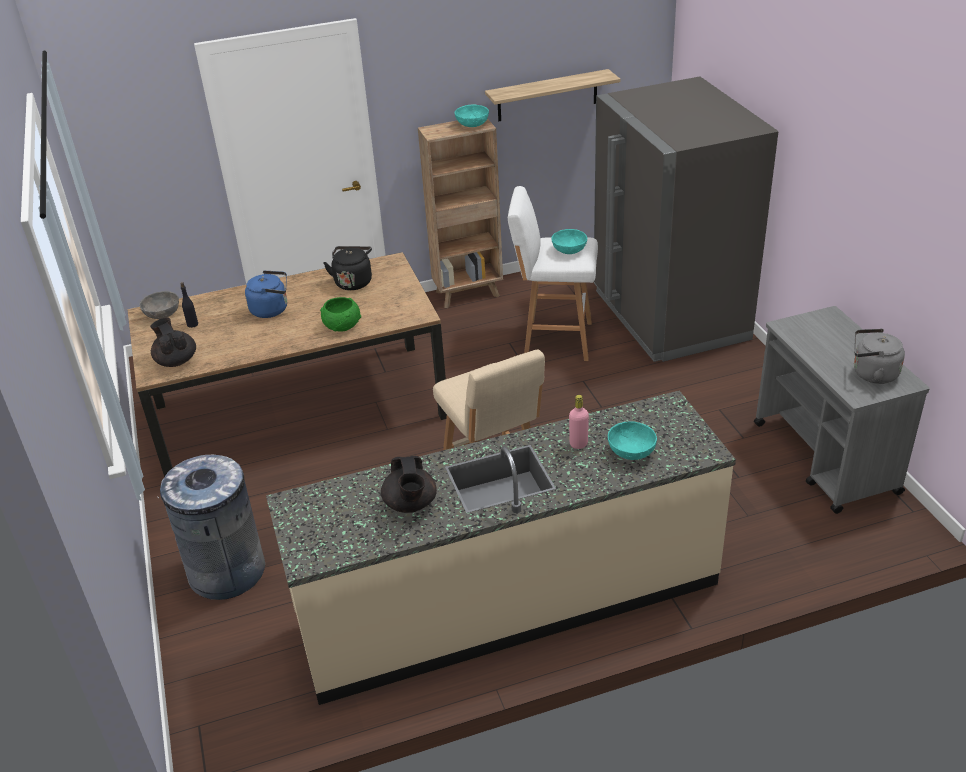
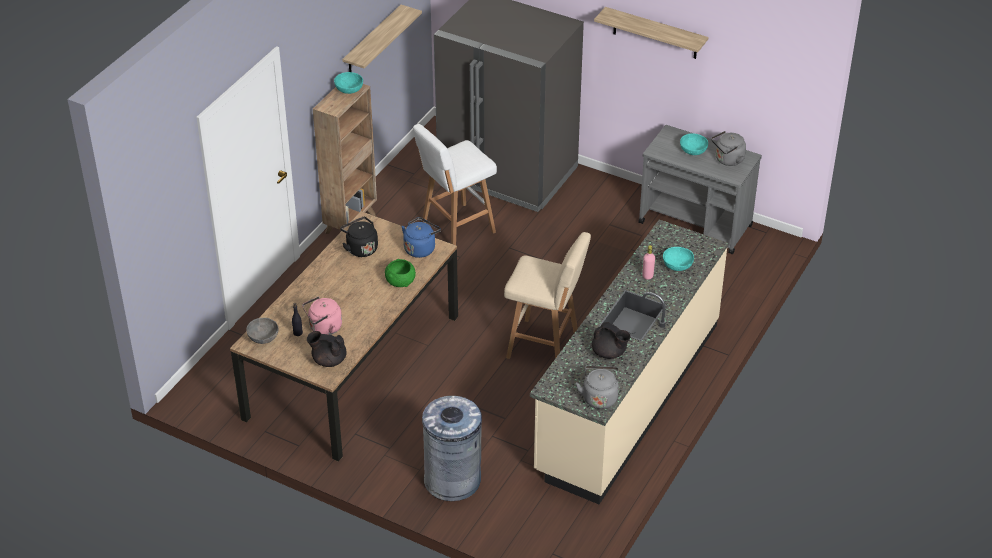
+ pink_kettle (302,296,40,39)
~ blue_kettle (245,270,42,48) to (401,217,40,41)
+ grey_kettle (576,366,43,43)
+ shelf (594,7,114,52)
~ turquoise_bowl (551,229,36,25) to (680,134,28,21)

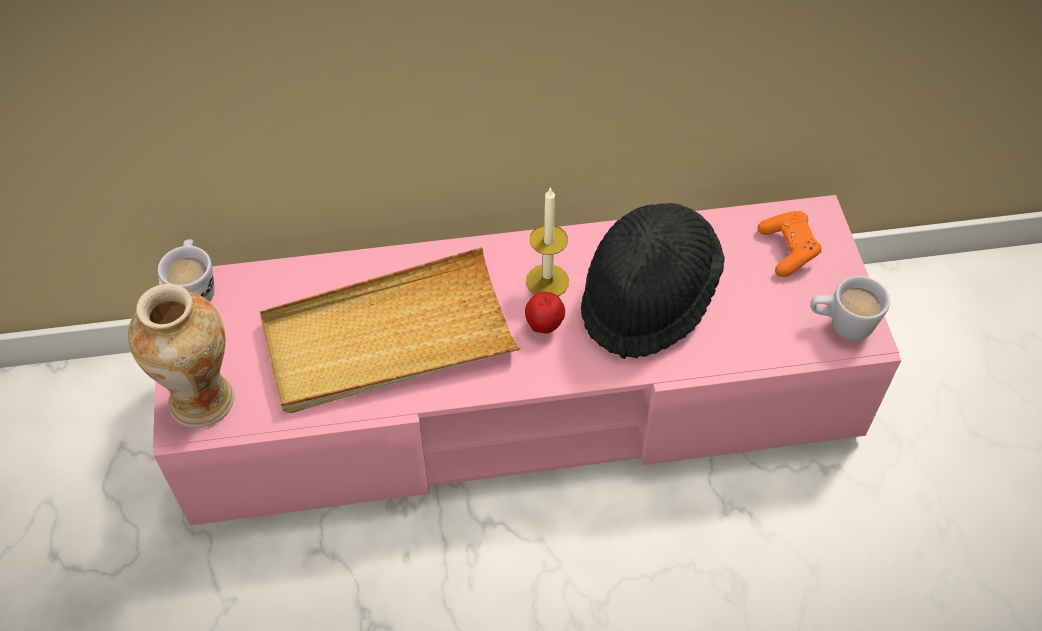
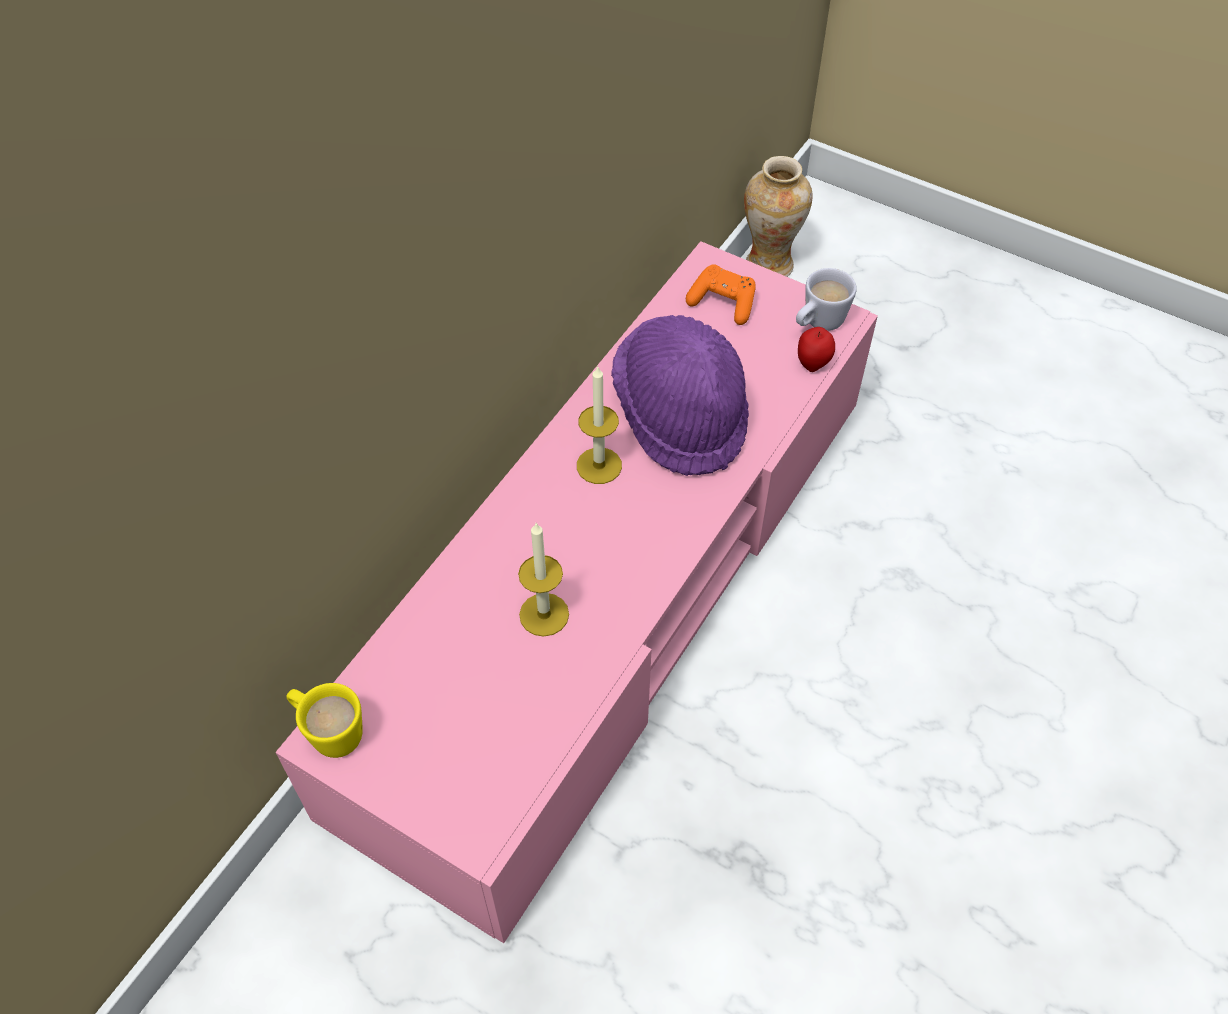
~ white_mug (158,239,56,63) to yellow_mug (286,683,77,75)
~ beige_tray (260,247,260,166) to candle (518,523,51,114)
~ black_hat (581,203,144,156) to purple_hat (611,315,138,161)
~ vase (128,283,106,145) to (744,156,69,121)
~ apple (525,292,40,42) to (798,327,37,45)

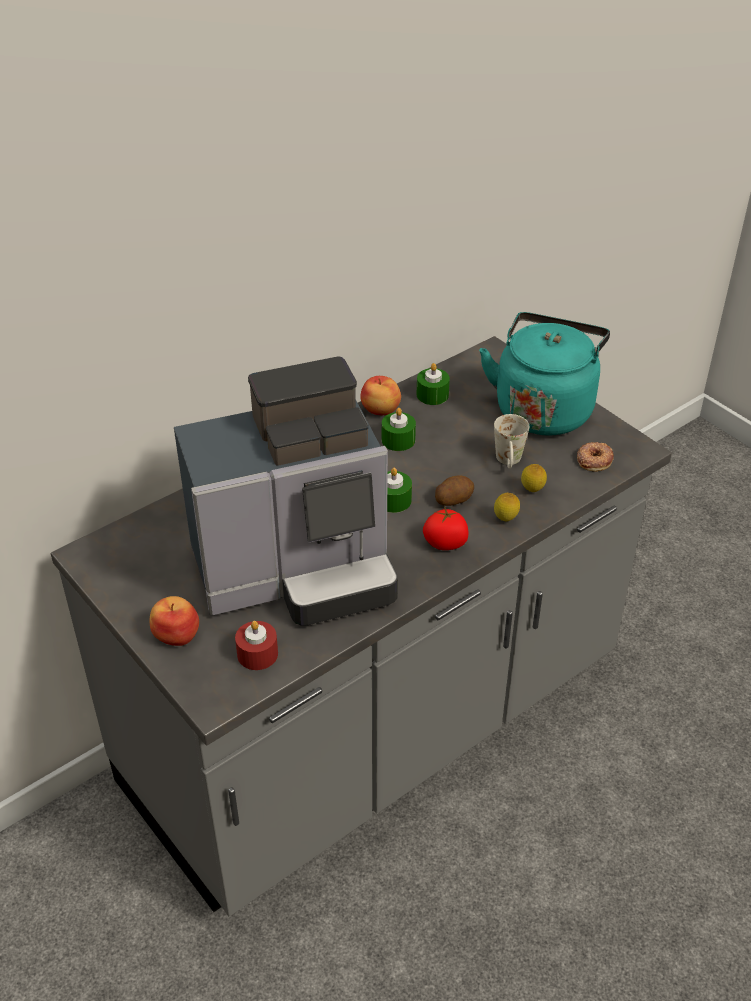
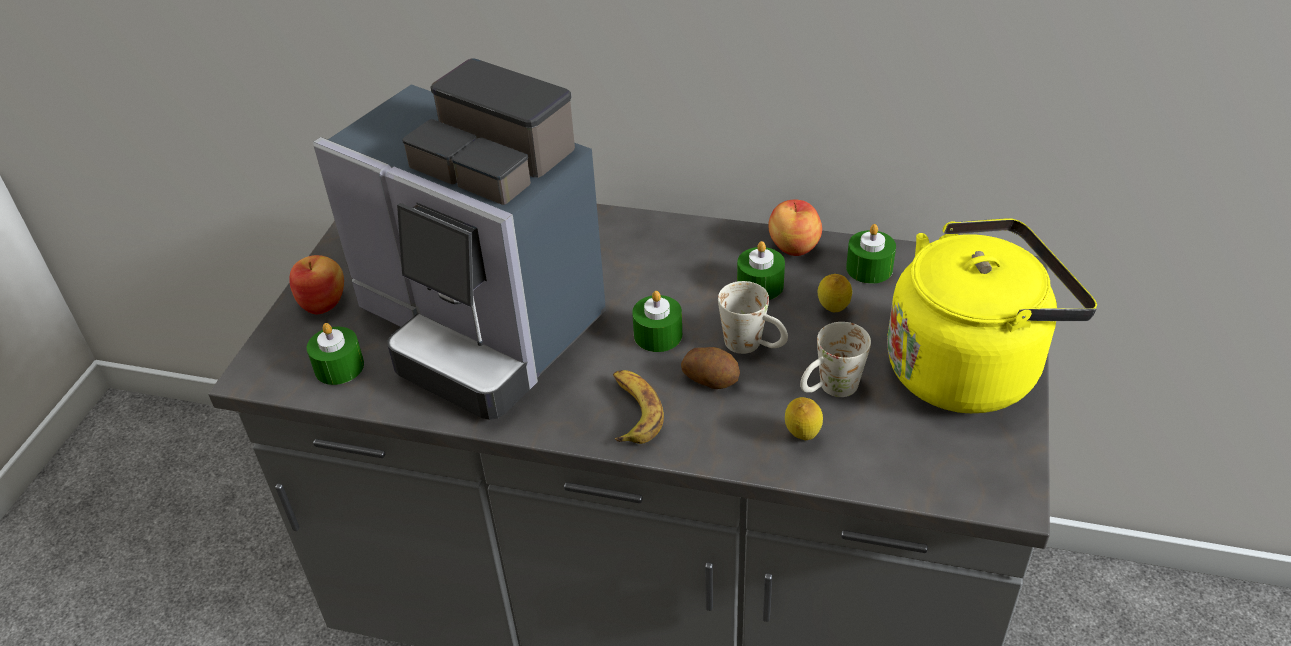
~ red_candle (235,621,43,49) to green_candle (307,323,57,62)
~ tomato (423,507,45,43) to banana (613,370,51,74)
+ white_mug (718,281,70,73)
~ lemon (494,493,26,28) to (818,274,34,38)
~ turquoise_kettle (479,312,131,124) to yellow_kettle (887,218,210,195)
- donut (577,442,37,30)

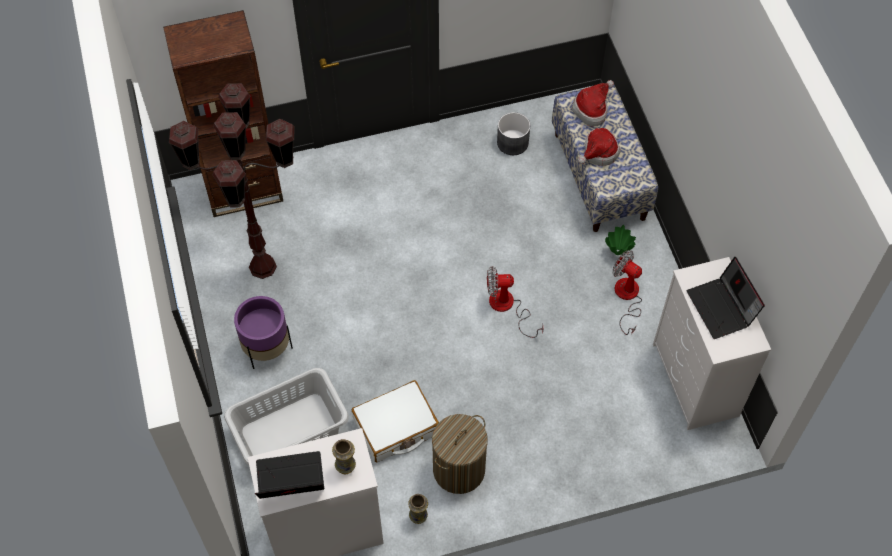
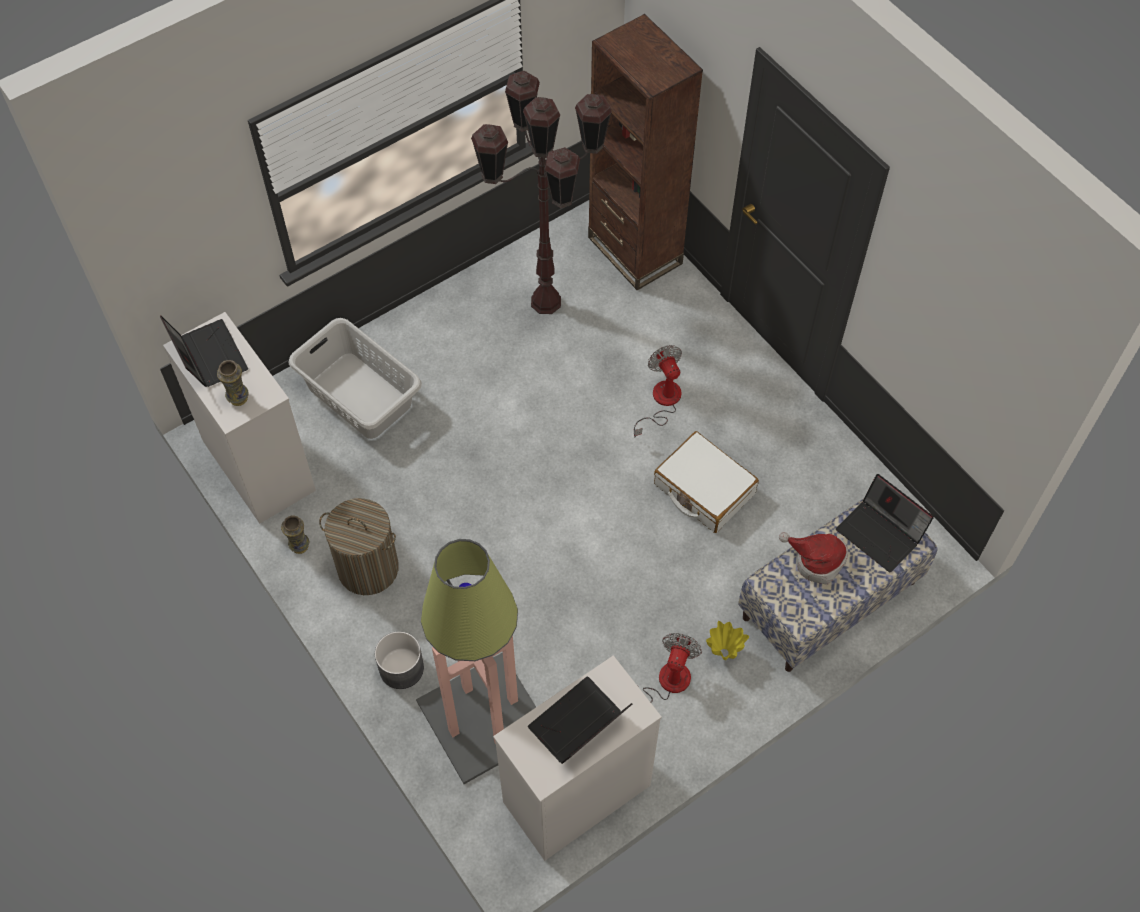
~ grey_planter (497,112,33,43) to (375,631,49,58)
+ floor_lamp (416,539,120,245)
~ fan (487,266,56,72) to (634,345,48,92)
~ white_suitcase (351,380,88,82) to (654,431,105,102)
~ green_vase (605,225,31,30) to yellow_vase (706,621,43,39)
~ hat (572,80,42,46) to laptop (836,474,98,98)
- purple_planter (234,296,59,73)

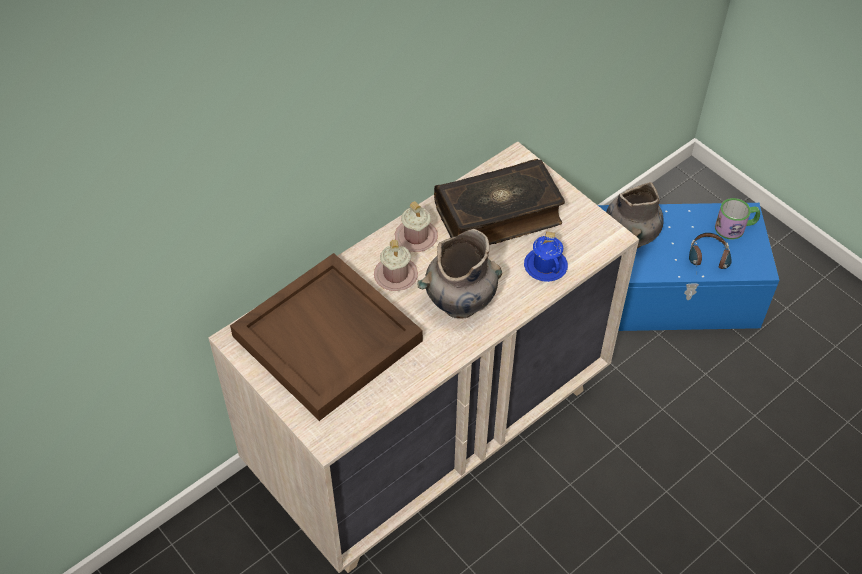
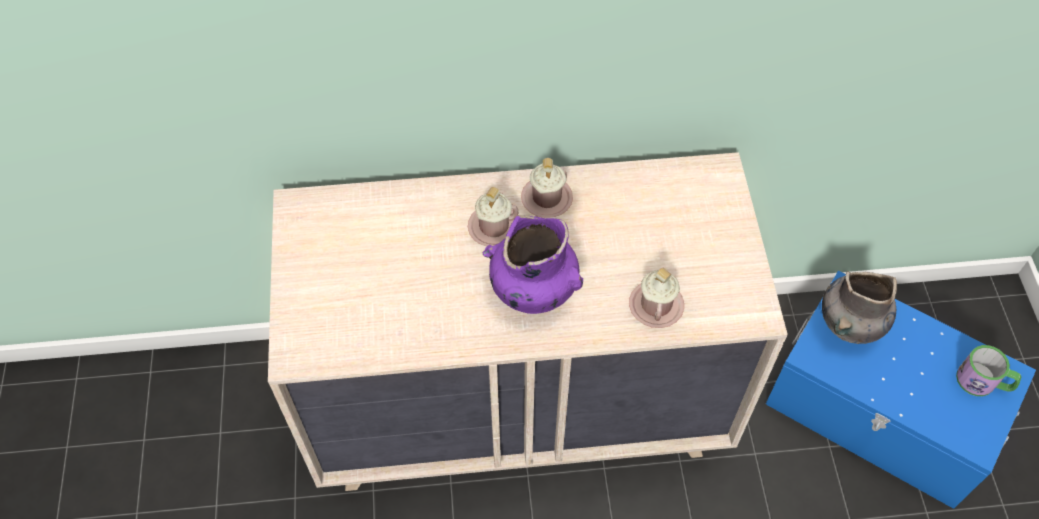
~ grey_vase (417,229,85,89) to purple_vase (483,215,100,99)
~ blue_mug (524,231,44,51) to pink_mug (629,268,55,60)
- brown_tray (230,253,193,168)
- book (434,159,131,86)
- headphones (689,233,42,36)

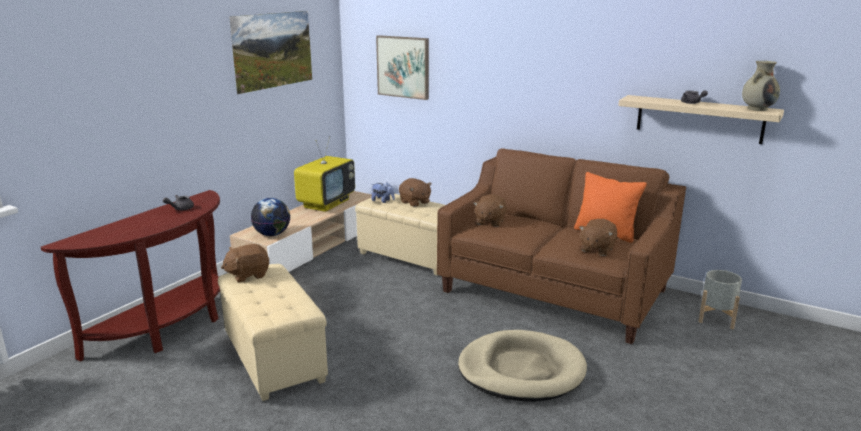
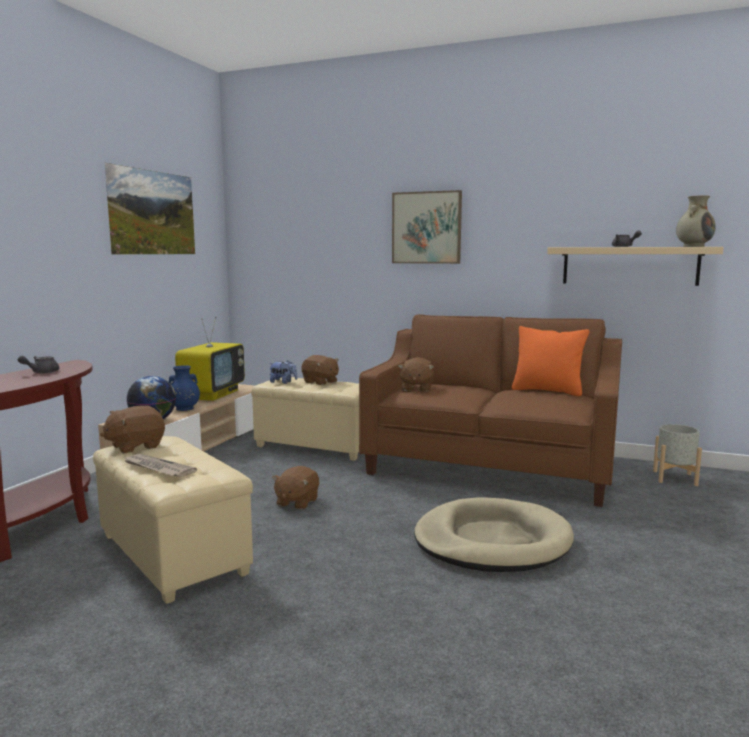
+ newspaper (123,454,74,23)
+ blue_vase (169,365,31,46)
~ brown_plush_toy (579,219,38,37) to (272,466,47,44)
~ picture (376,35,53,65) to (392,190,70,74)

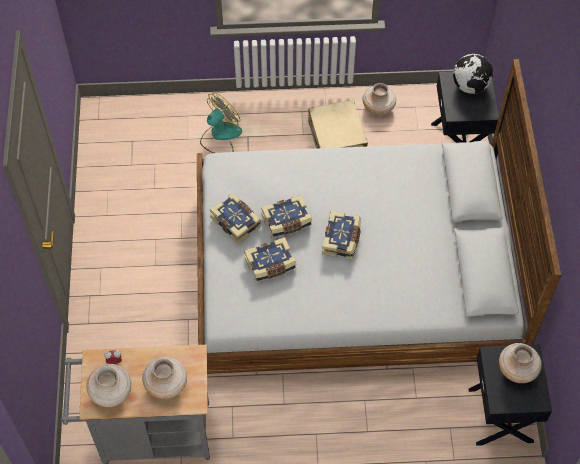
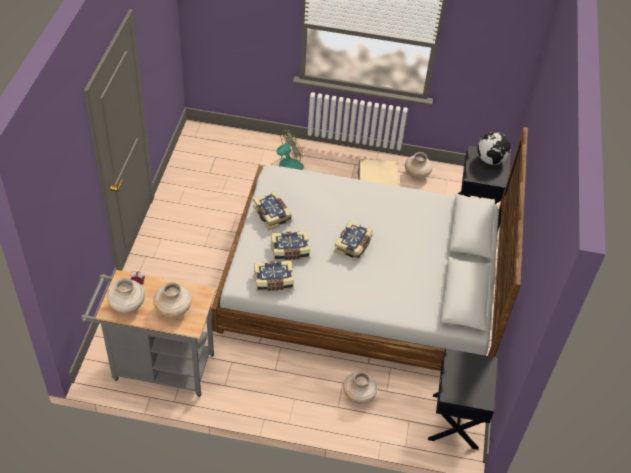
~ book (261,195,51,43) to (254,261,40,30)
~ beige_vase (499,343,43,40) to (343,372,34,32)

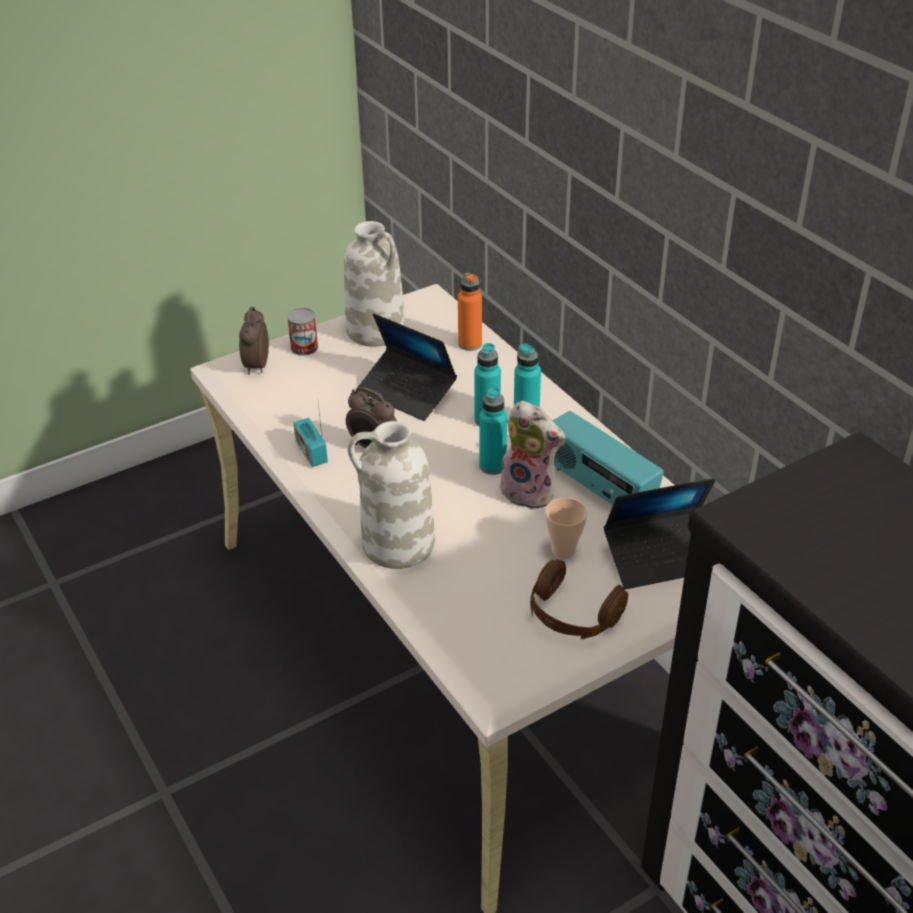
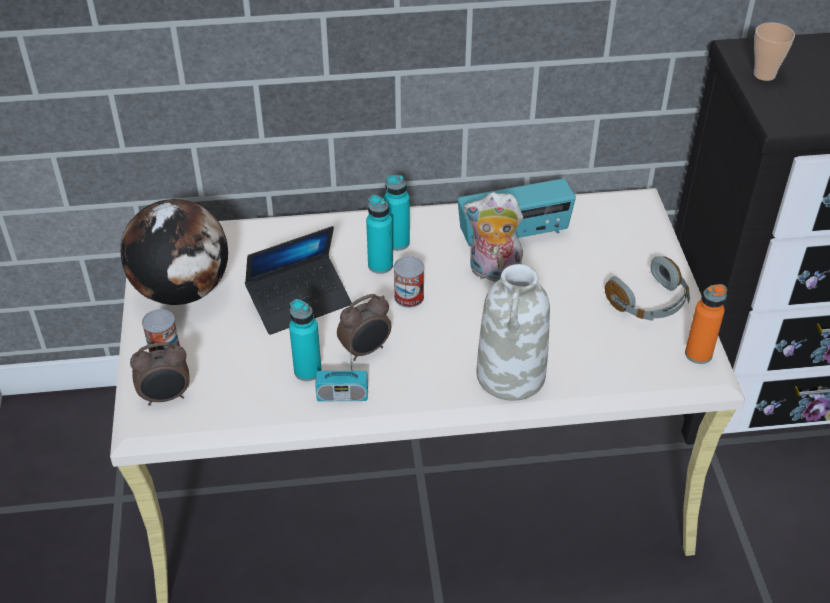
~ white_vase (344,221,61,126) to globe (120,199,108,106)
~ alarm_clock (239,307,30,68) = (130,342,60,64) 45 degrees counterclockwise
~ turquoise_bottle (479,387,28,88) to (289,299,33,82)
+ can (394,256,30,52)
~ plush_toy (500,400,65,110) = (463,192,60,90) 135 degrees counterclockwise
~ brown_headphones (530,560,98,79) to grey_headphones (605,256,85,65)
~ orange_bottle (458,272,24,79) to (685,284,42,80)
~ cup (545,498,42,61) to (754,22,41,59)
- laptop (604,478,112,111)

